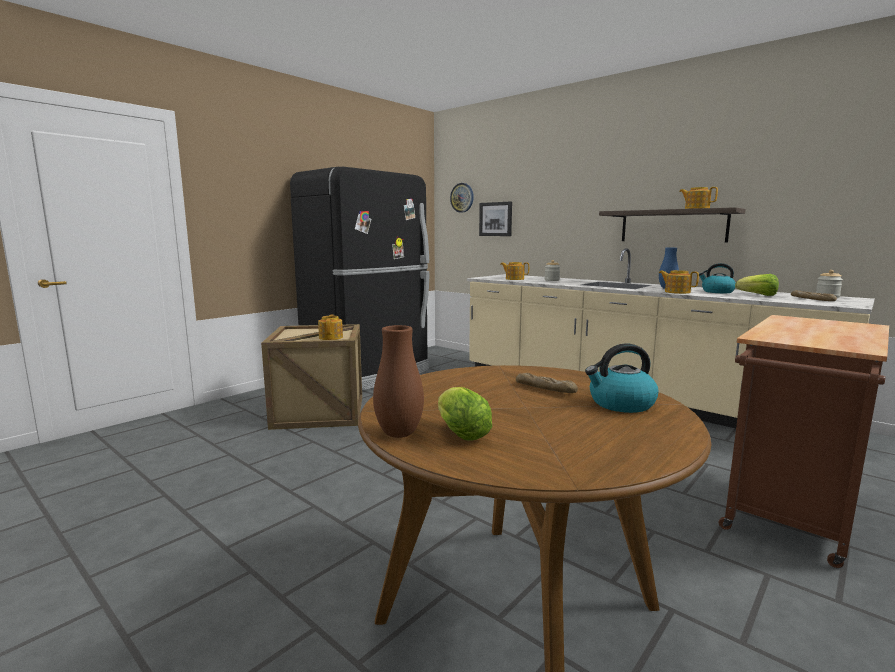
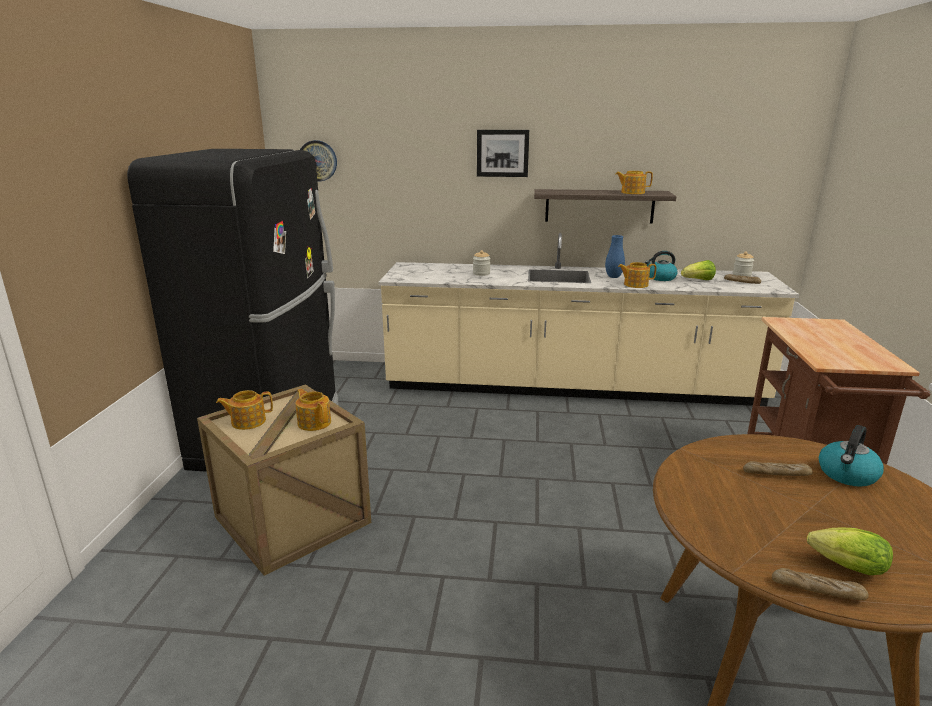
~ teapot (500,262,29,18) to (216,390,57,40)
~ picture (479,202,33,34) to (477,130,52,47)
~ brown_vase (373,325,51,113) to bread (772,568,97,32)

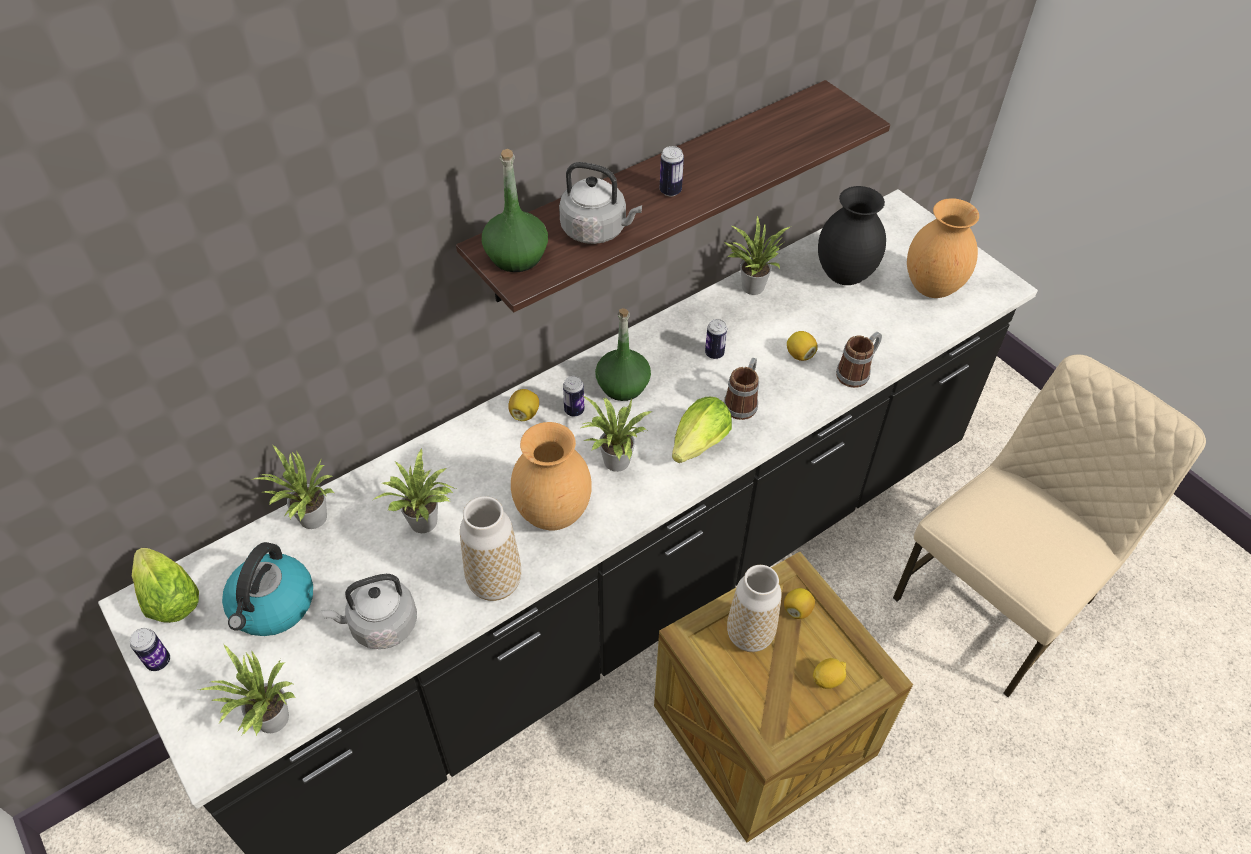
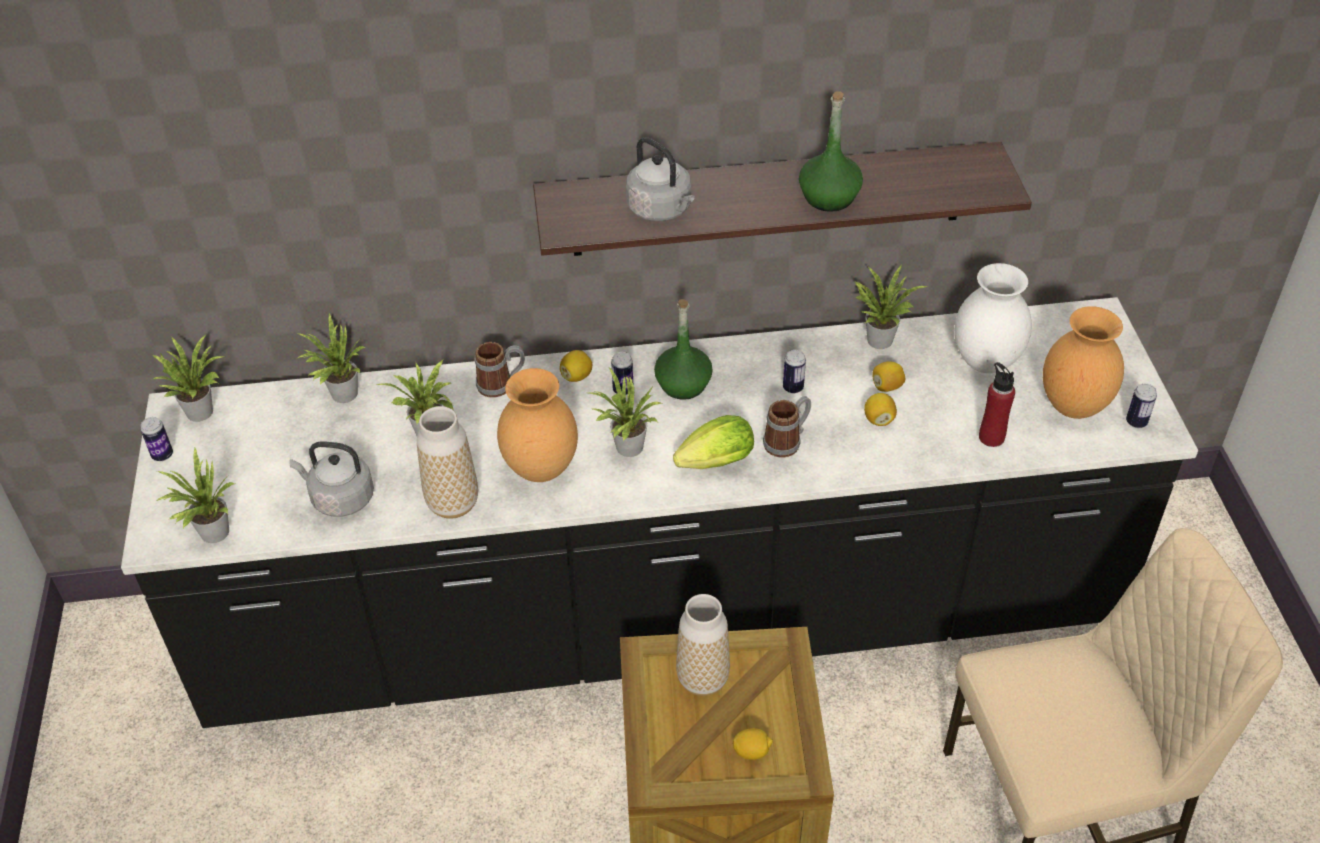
~ lettuce (132,548,67,75) to potted_plant (151,335,75,87)
~ mug (836,332,46,56) to (475,342,50,56)
~ green_bottle (482,149,66,123) to (799,91,64,121)
~ lemon (784,588,31,31) to (872,361,33,31)
~ black_vase (818,186,68,99) to white_vase (954,263,78,110)
+ red_bottle (979,362,36,85)
~ can (660,146,24,50) to (1126,384,31,44)
- kettle (222,542,91,94)

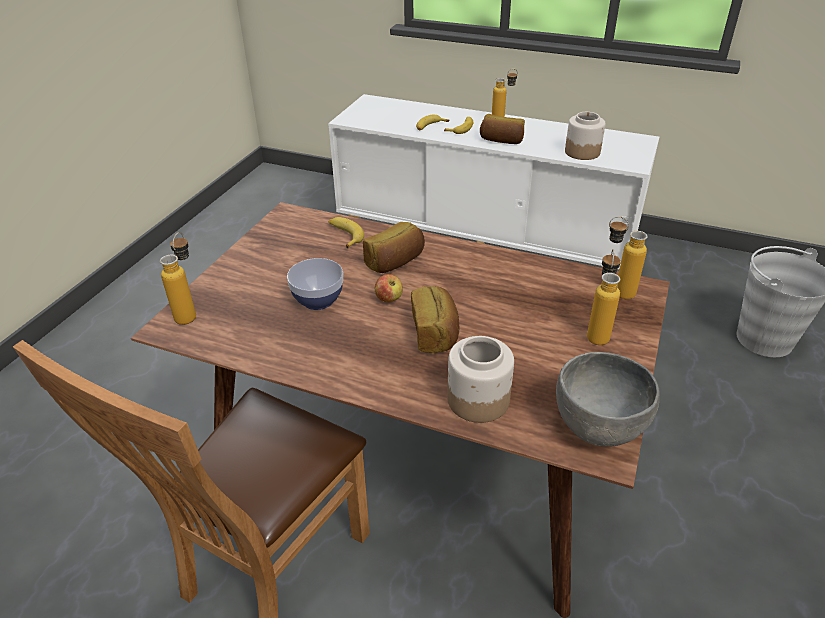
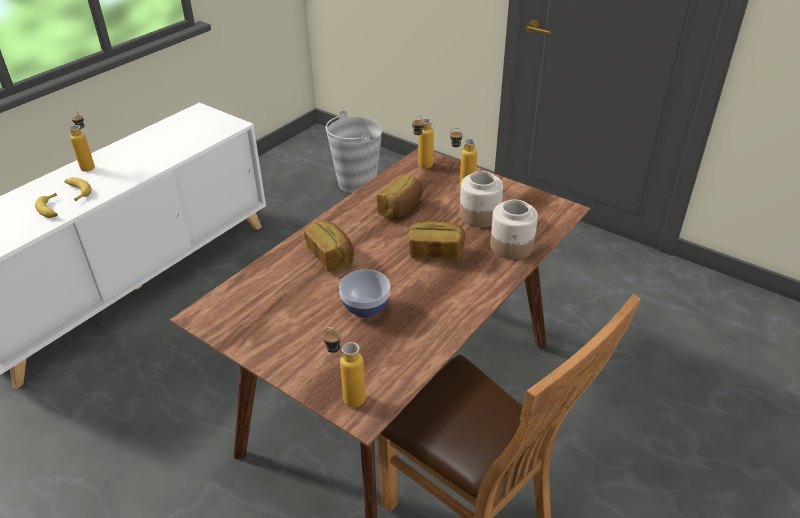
~ bread (480,114,45,30) to (377,175,46,44)
~ jar (565,112,41,48) to (460,171,43,57)
- banana (329,217,35,31)
- apple (375,274,28,29)
- grey_bowl (556,352,104,95)

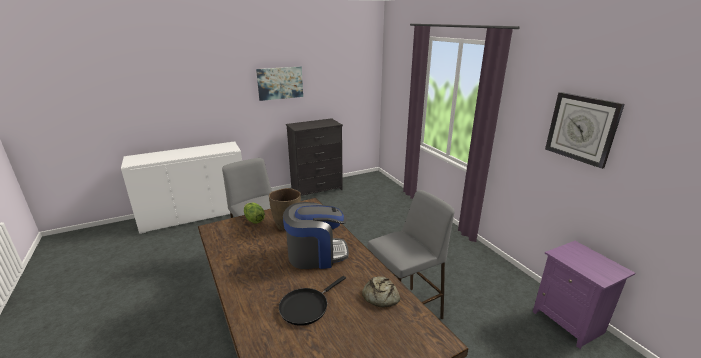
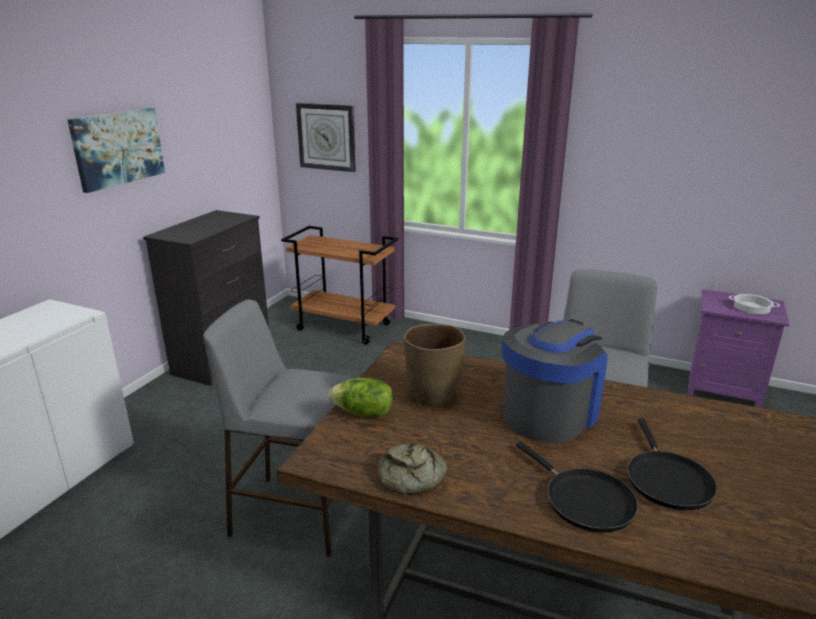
+ brown_cart (281,226,117,119)
~ wall_clock (545,92,80,77) to (296,103,60,69)
~ bread (362,276,38,32) to (378,442,69,52)
+ black_frying_pan (516,442,122,91)
+ cooking_pot (729,294,51,20)

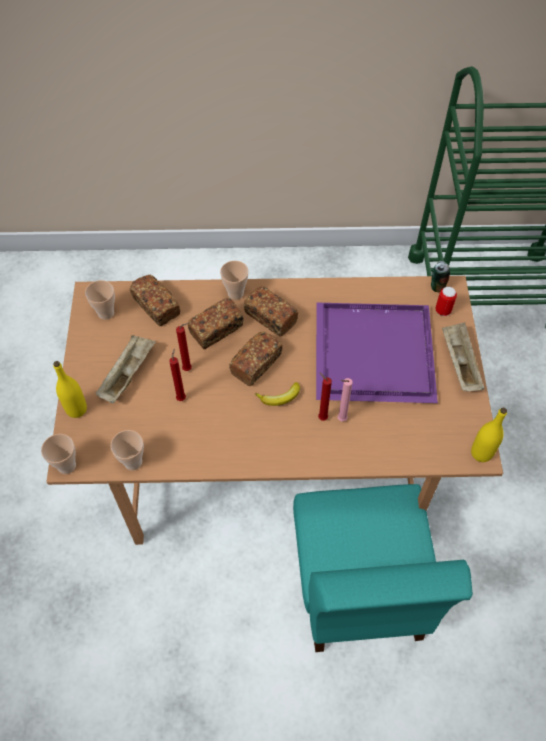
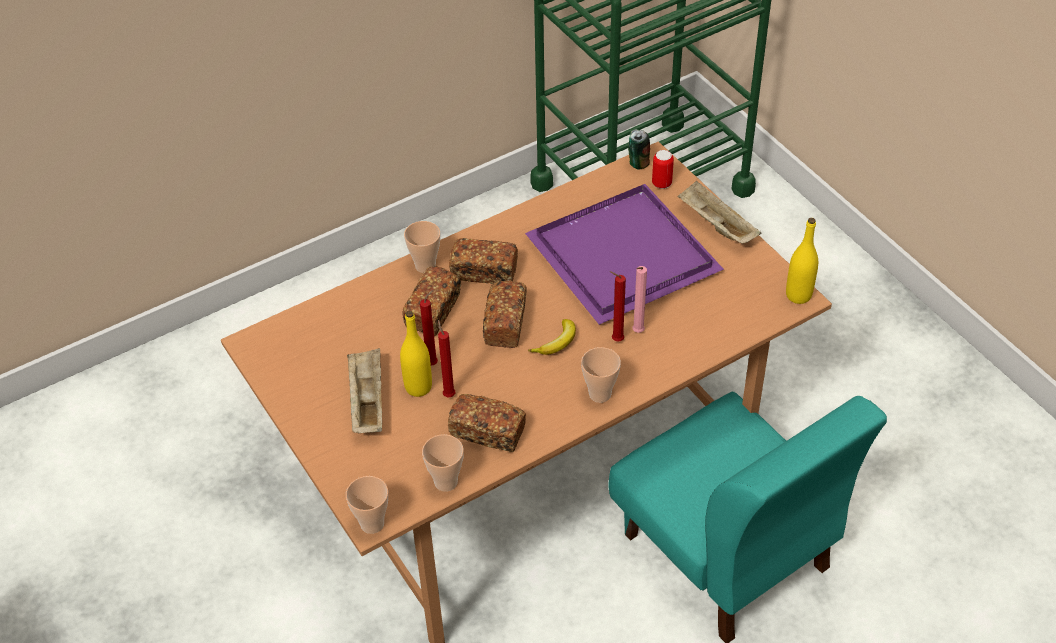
~ yellow_bottle (53,361,34,57) to (400,311,32,86)
~ bread (130,275,50,51) to (448,394,78,58)
~ cup (85,280,30,40) to (581,347,40,56)

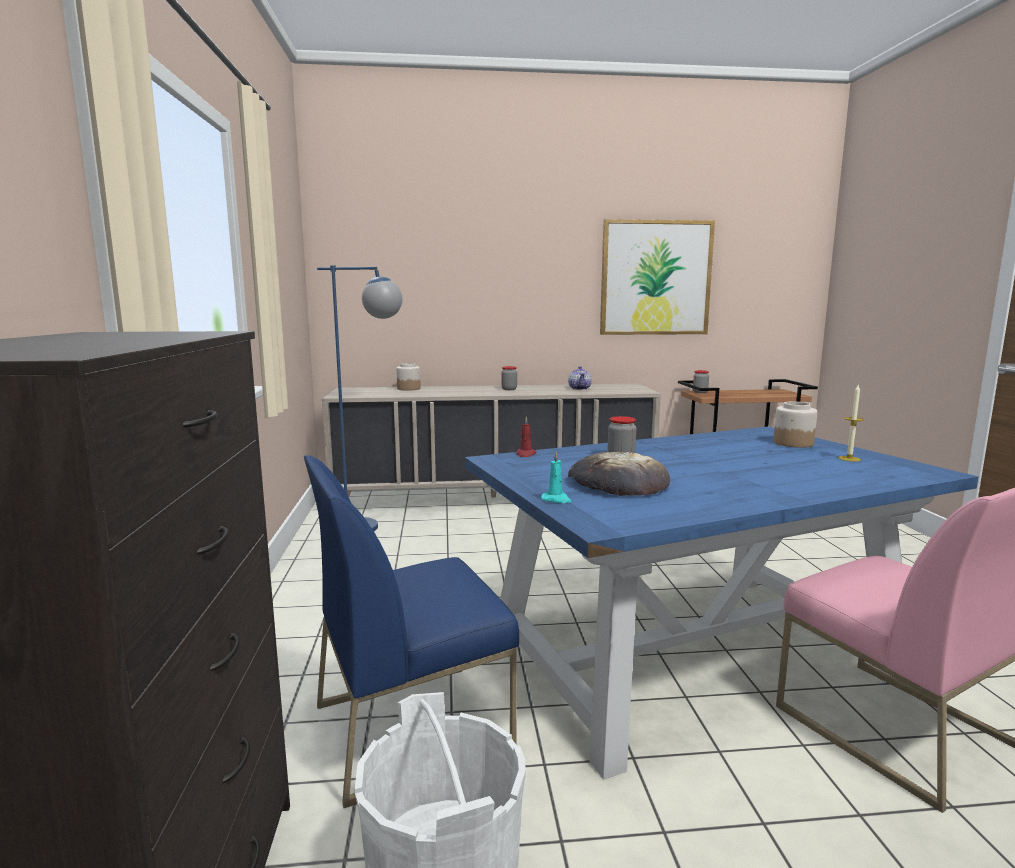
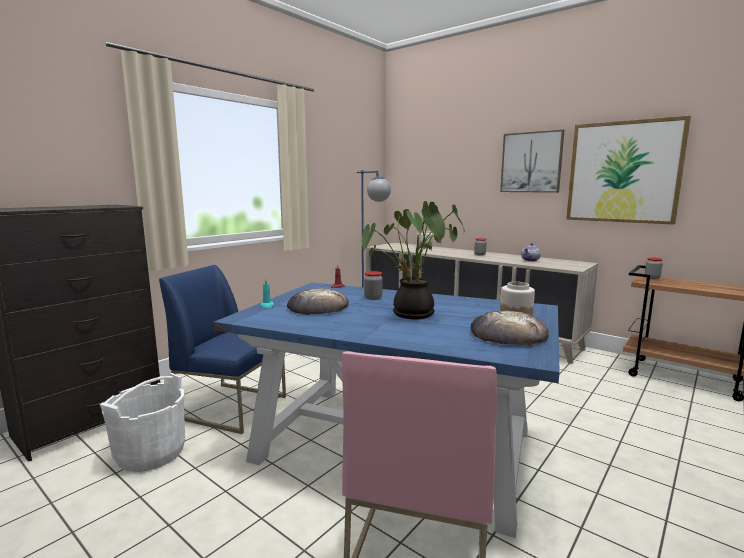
+ potted_plant (361,201,104,118)
~ candle (838,385,26,77) to bread (471,311,78,34)
+ picture (500,130,65,63)

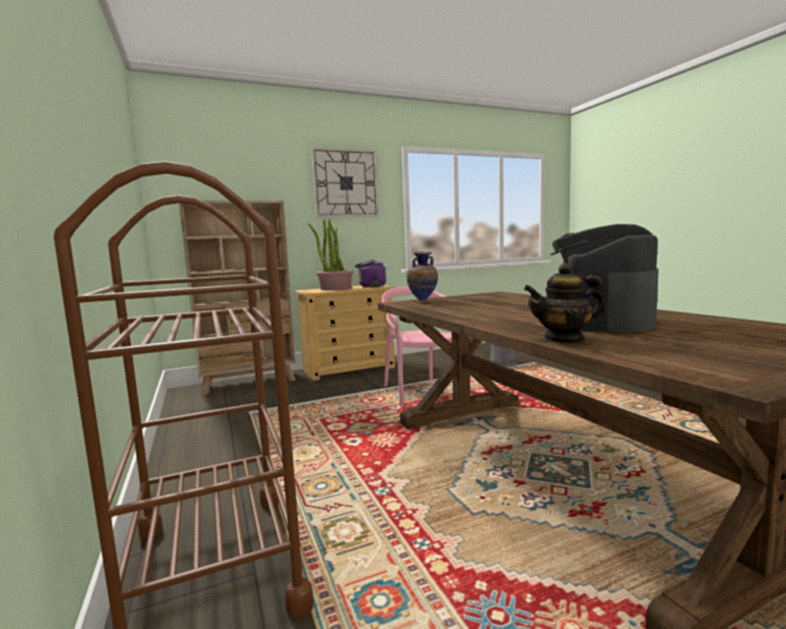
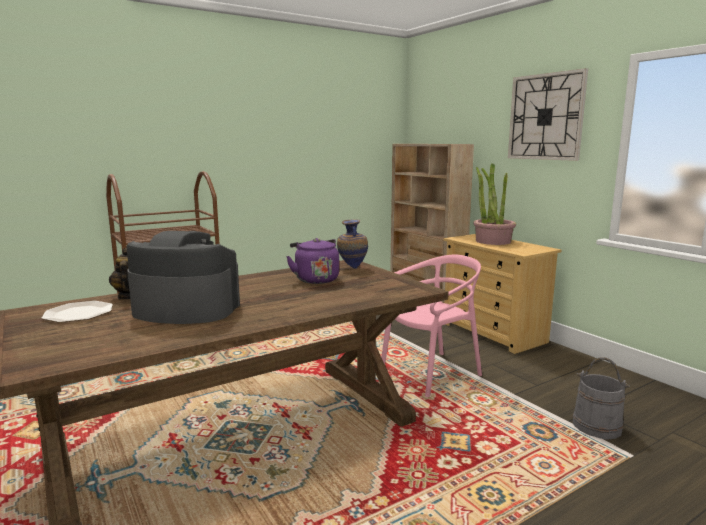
+ plate (42,301,71,22)
~ purple_kettle (355,259,31,28) to (286,238,53,46)

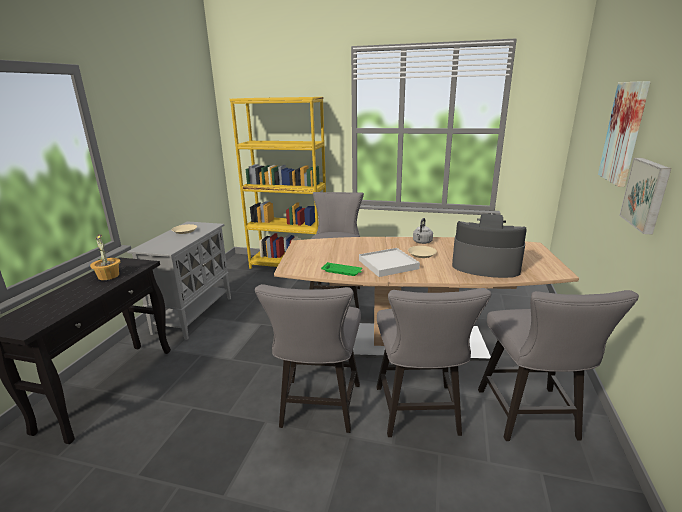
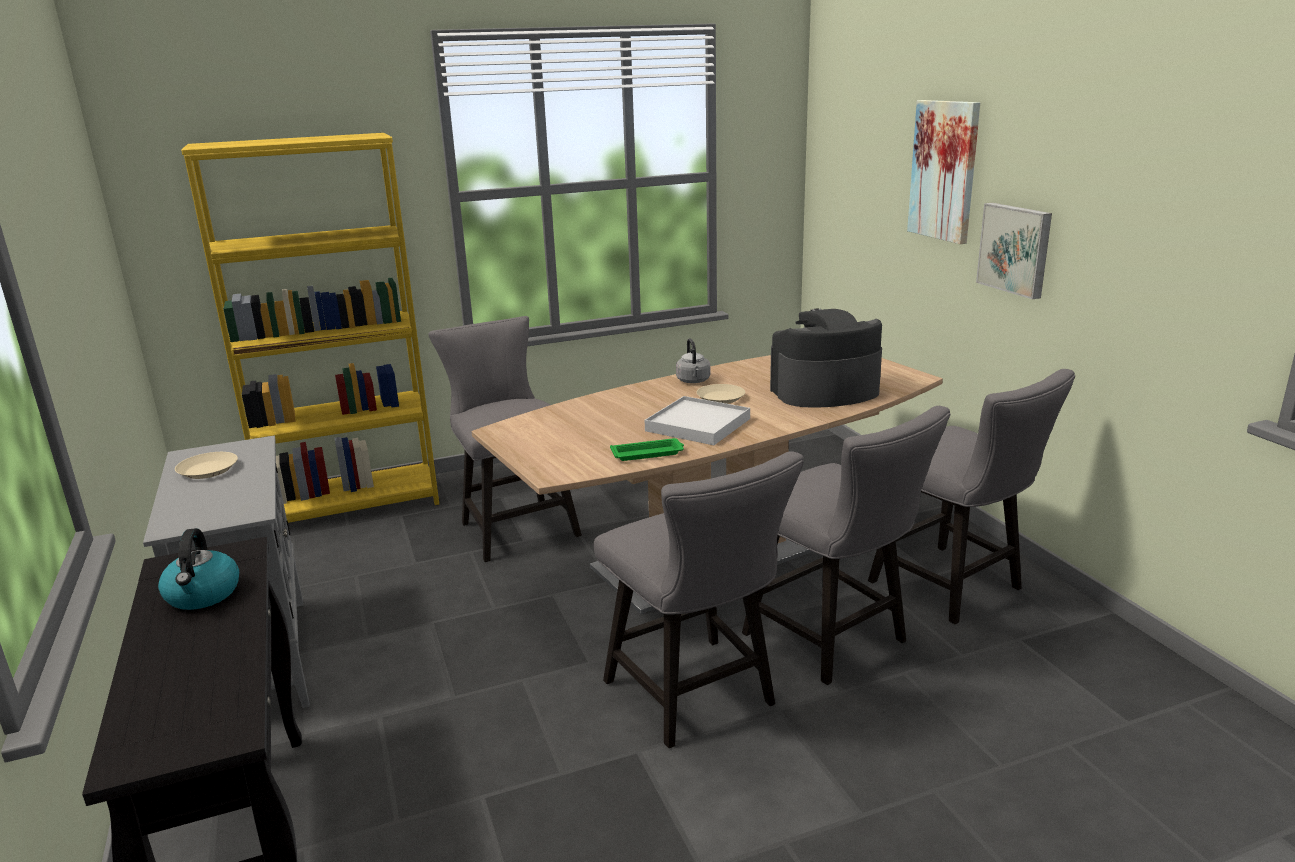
~ potted_plant (90,234,31,46) to kettle (158,528,81,82)

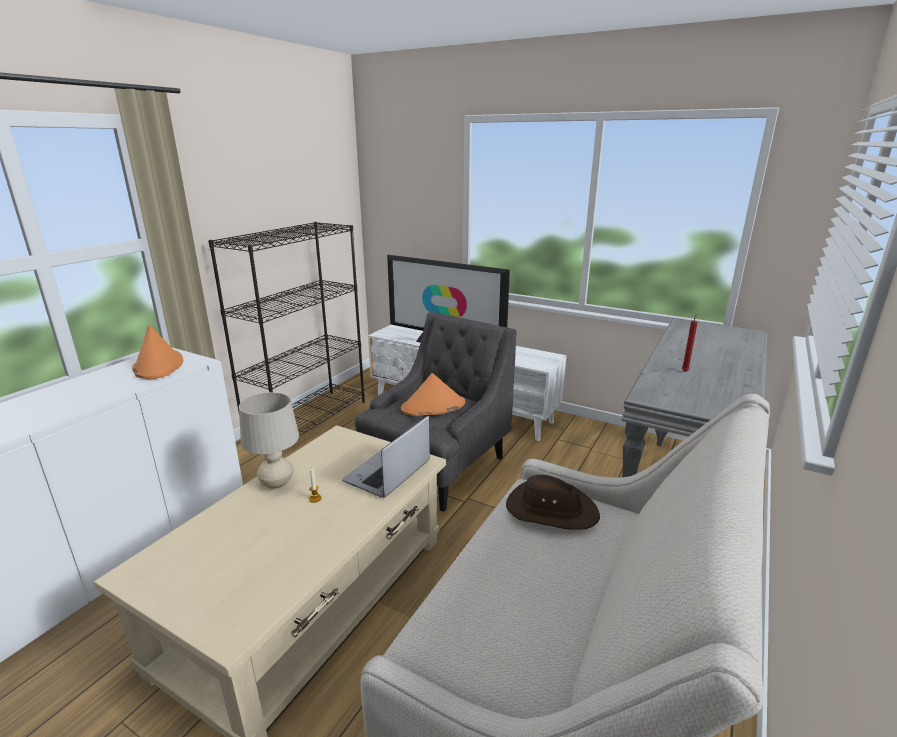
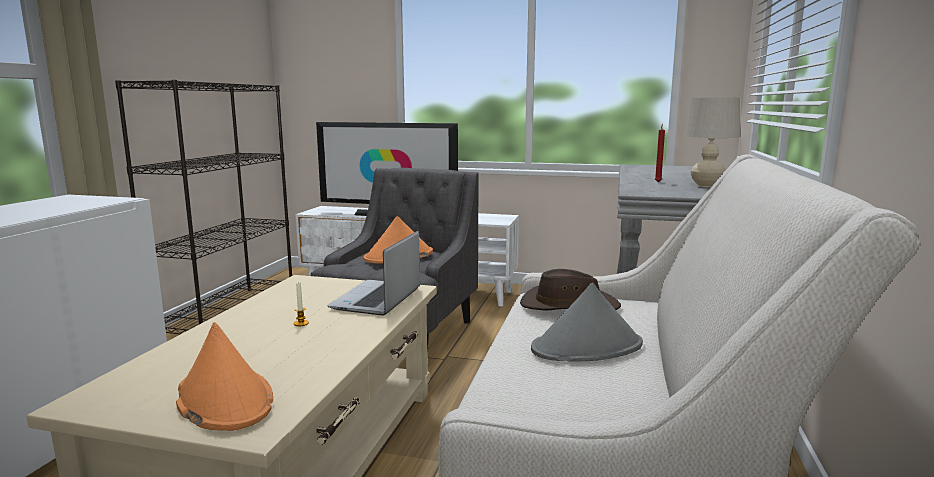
~ orange_hat (132,325,51,54) to (176,322,97,109)
+ grey_hat (531,283,112,79)
~ beige_table_lamp (239,392,60,97) to (684,98,56,89)

